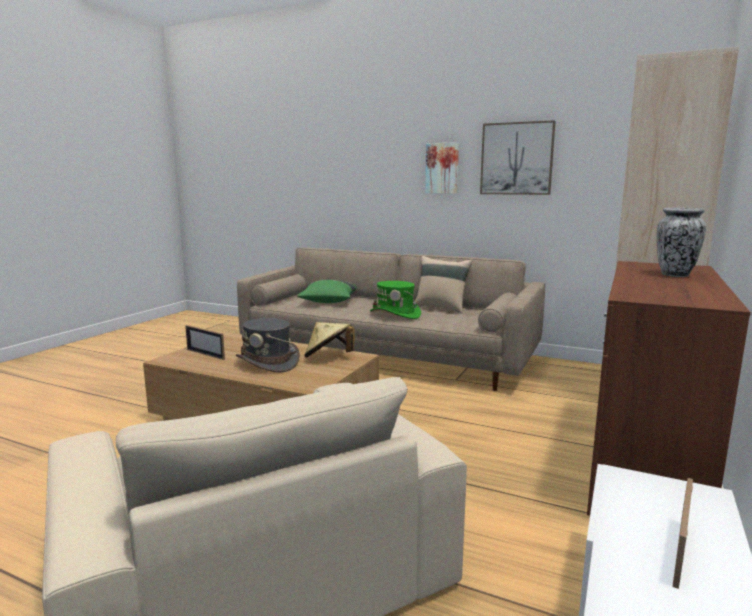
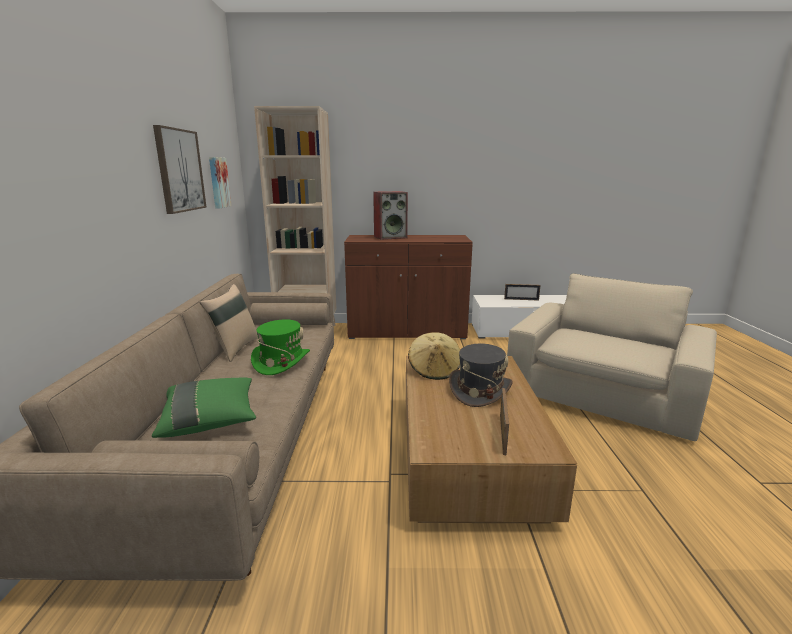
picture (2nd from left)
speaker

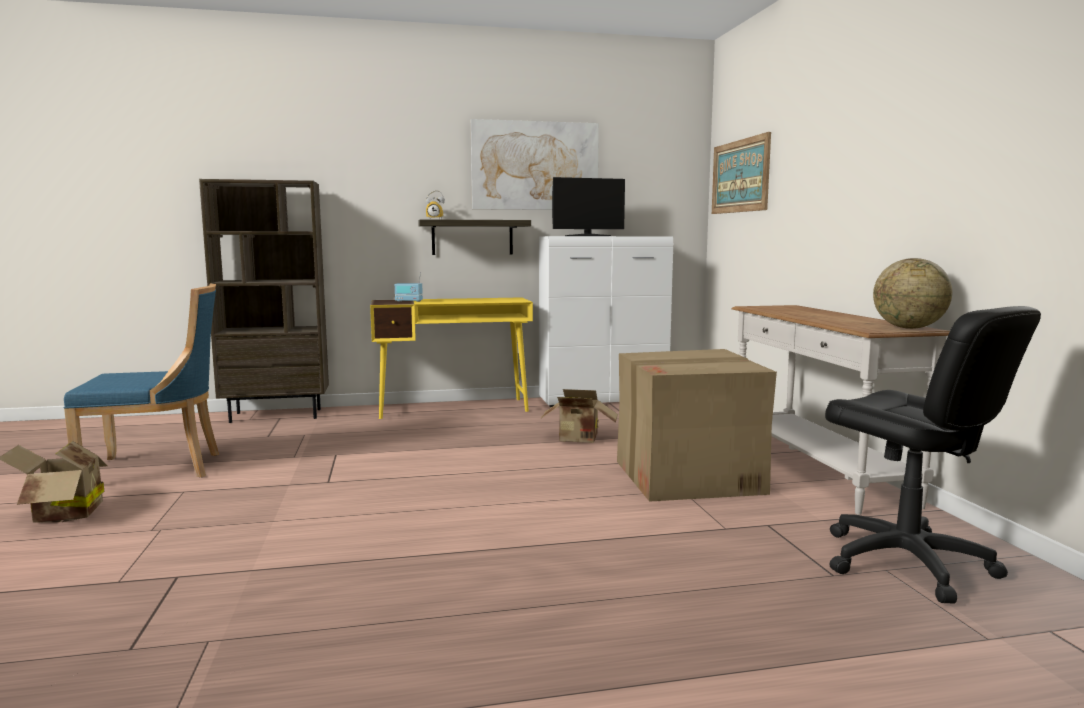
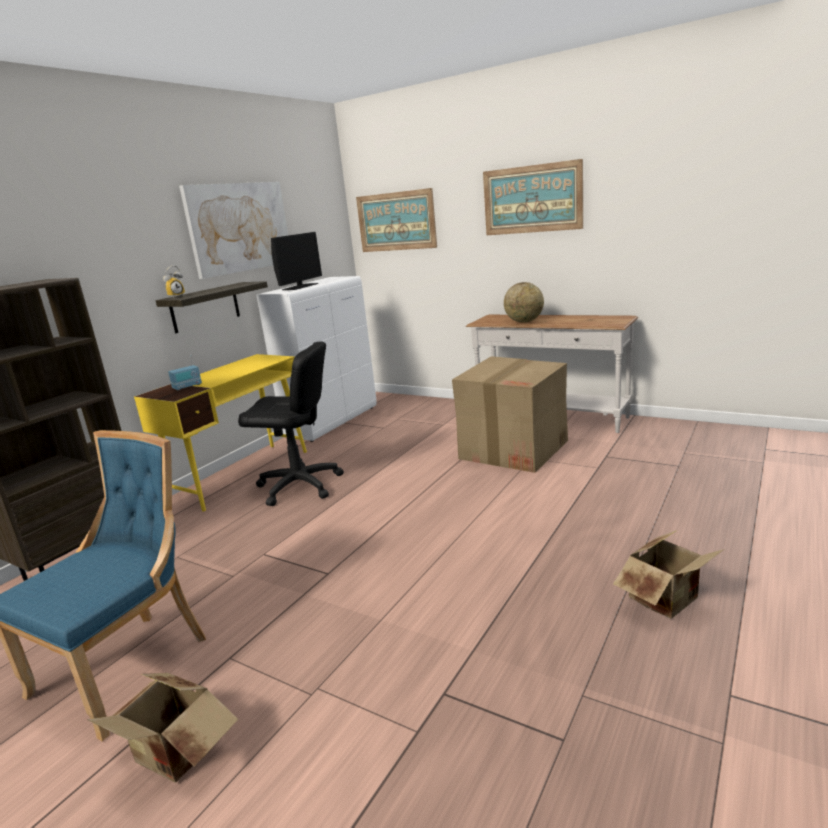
globe
black office chair
cardboard box (3rd from left)
picture (3rd from left)

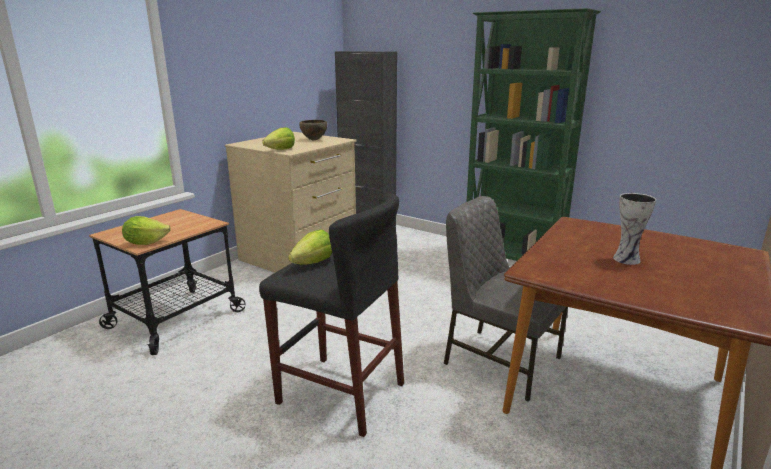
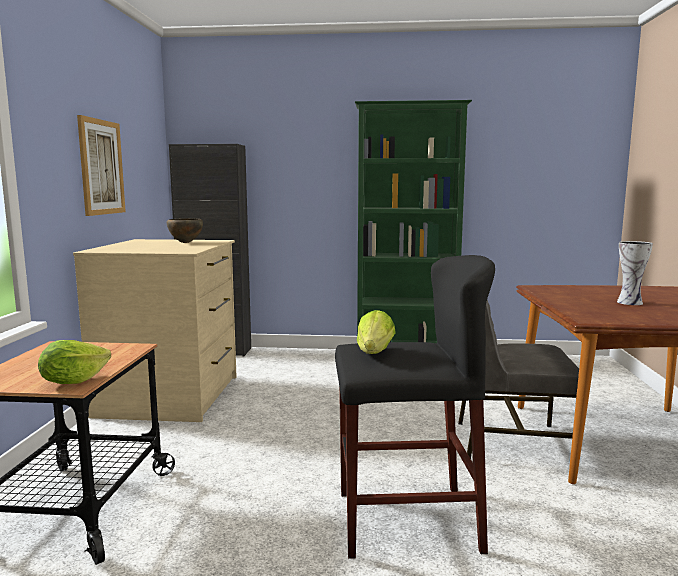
lettuce (2nd from left in the first image)
picture

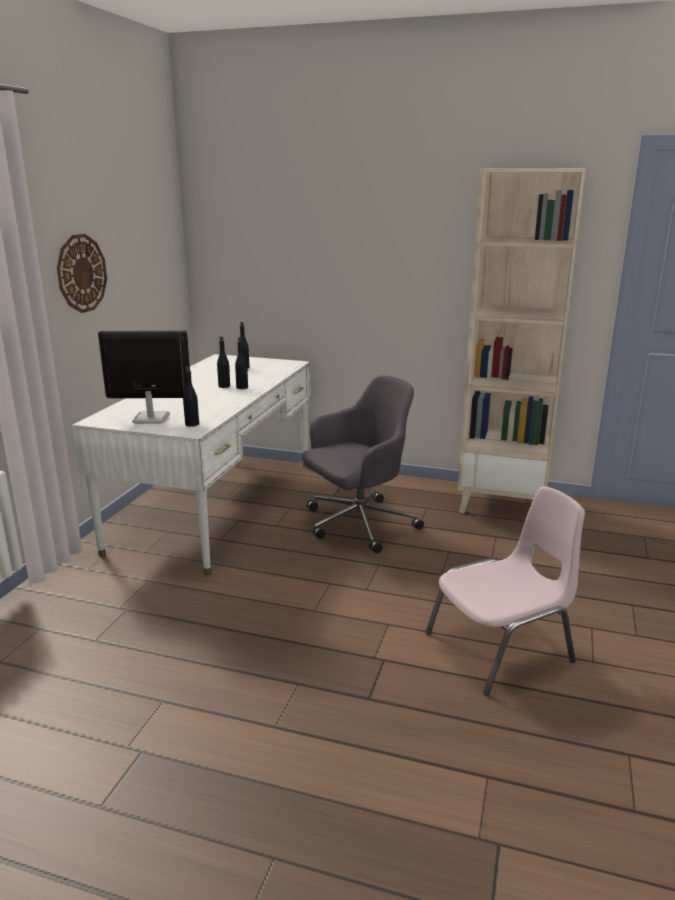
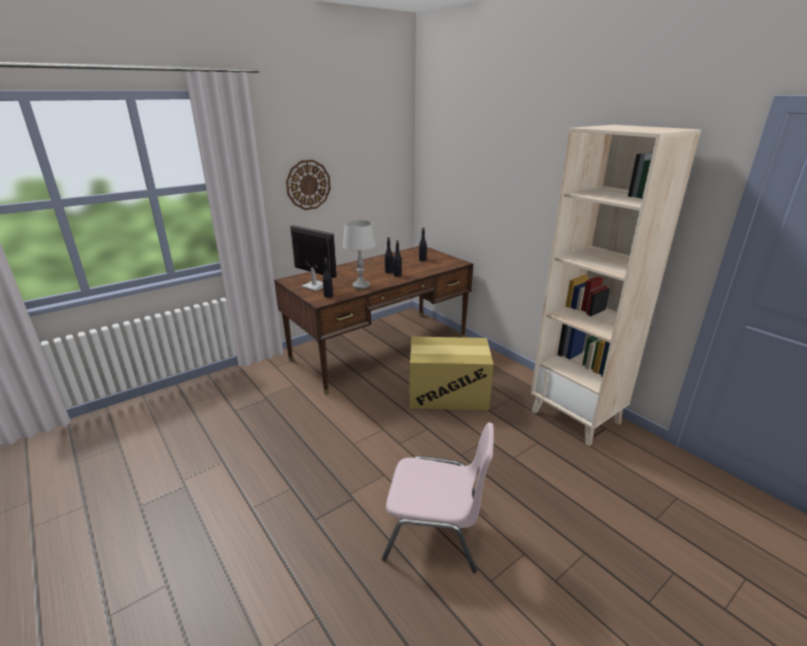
brown desk
cardboard box
grey table lamp

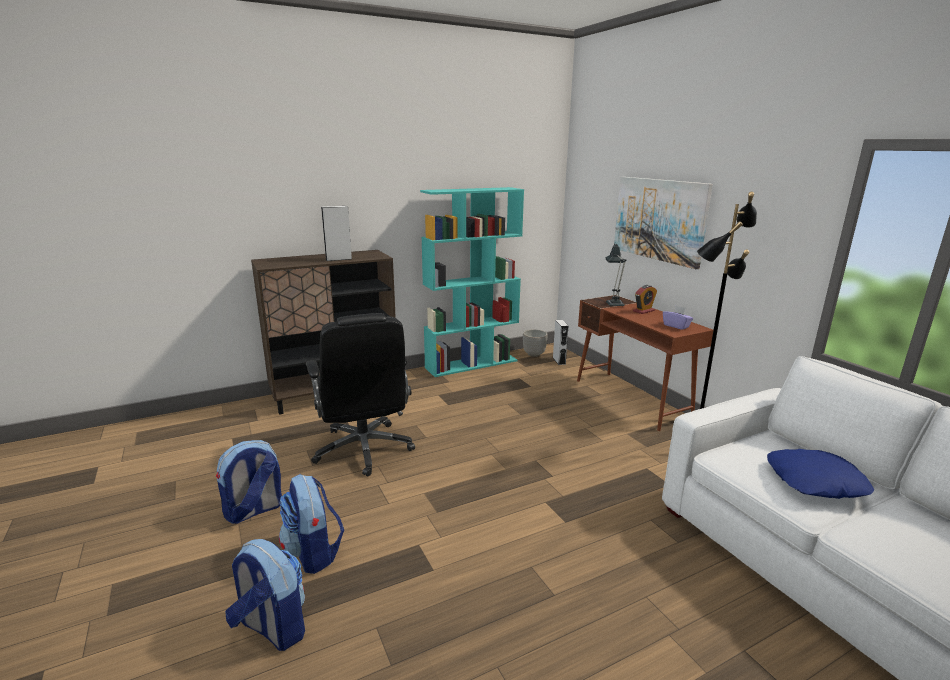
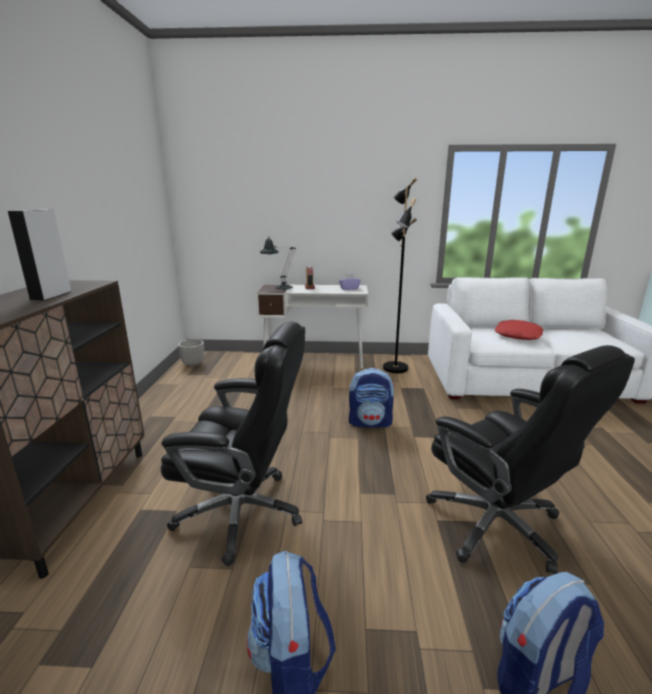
picture
turquoise bookcase
white desk
grey speaker (2nd from left in the first image)
red pillow
backpack (2nd from left)
black office chair (2nd from left)

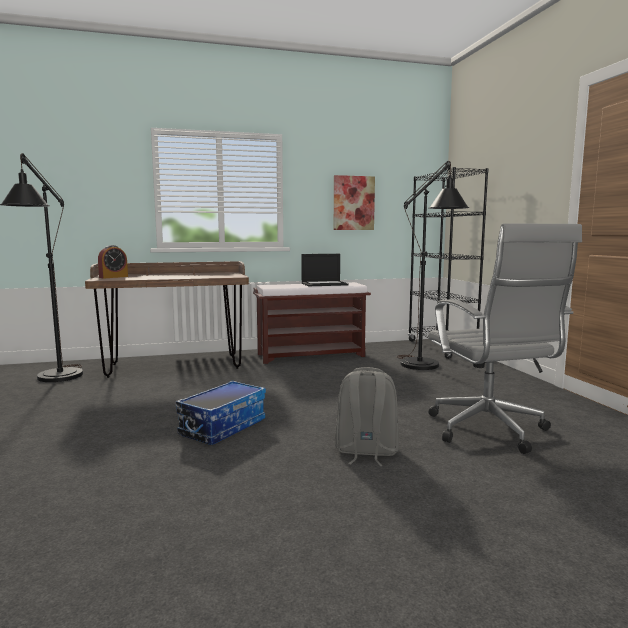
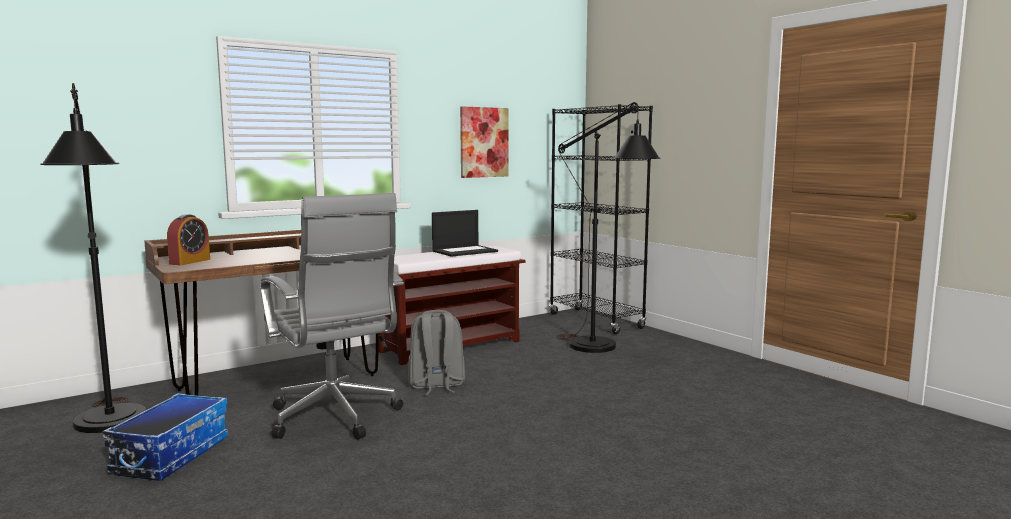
grey office chair
grey backpack
storage box

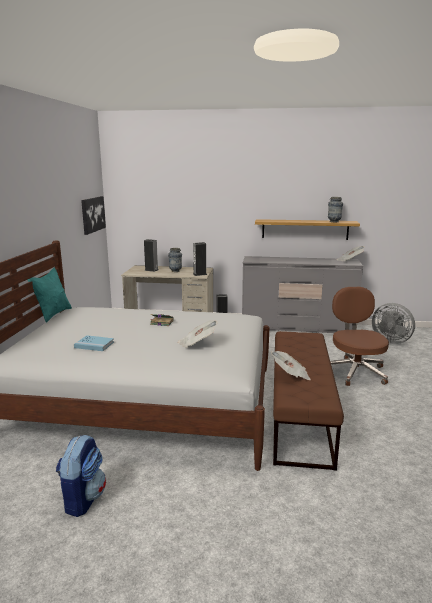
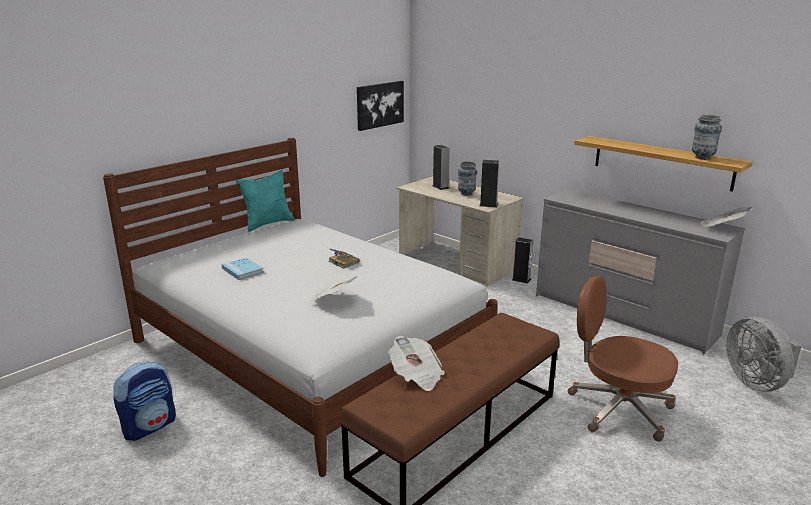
brown office chair

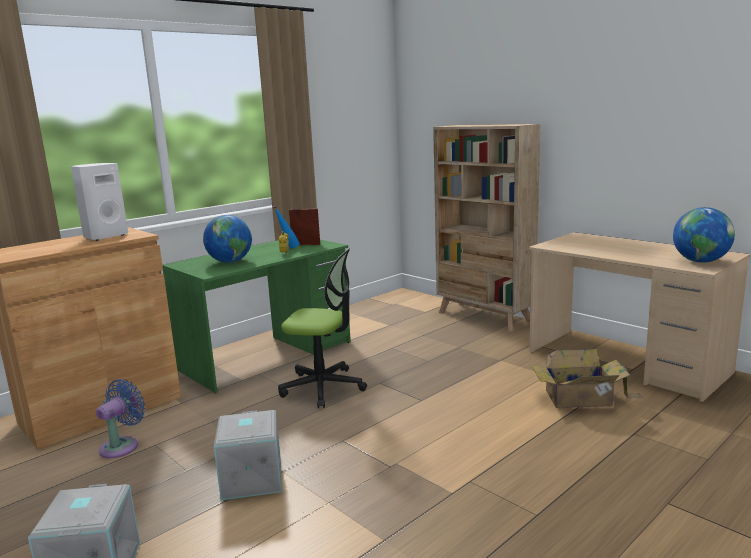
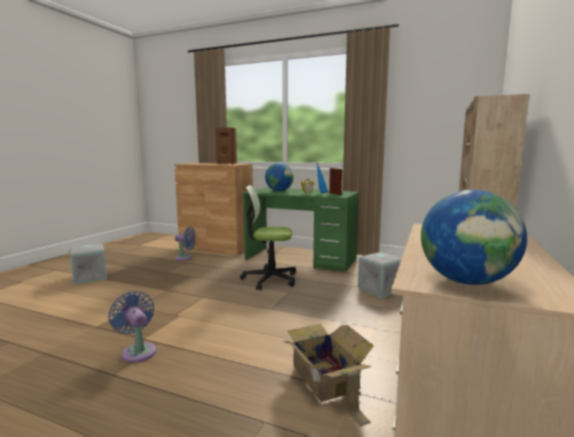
brown speaker
office chair
grey storage box (2nd from left)
blue fan (1st from left)

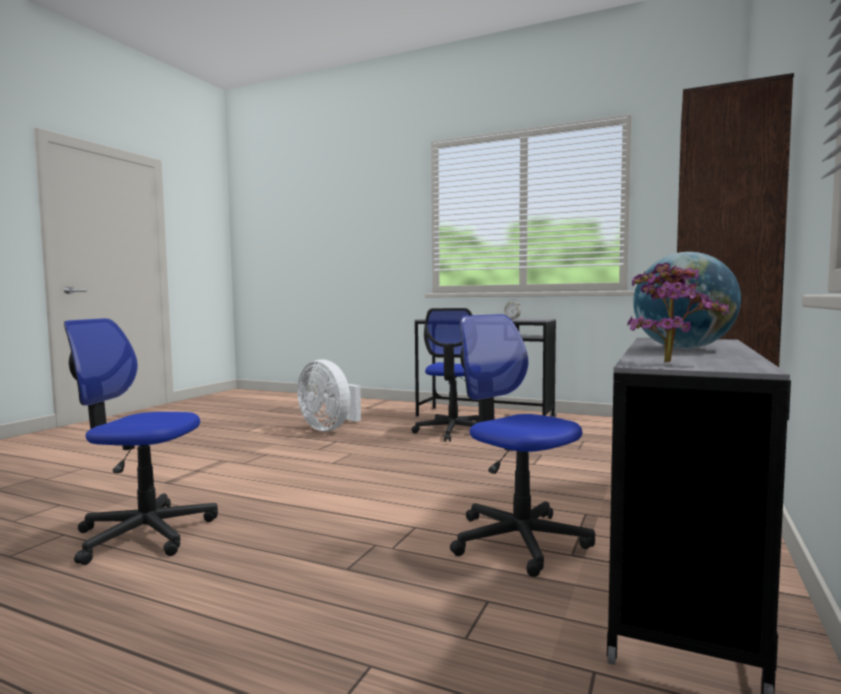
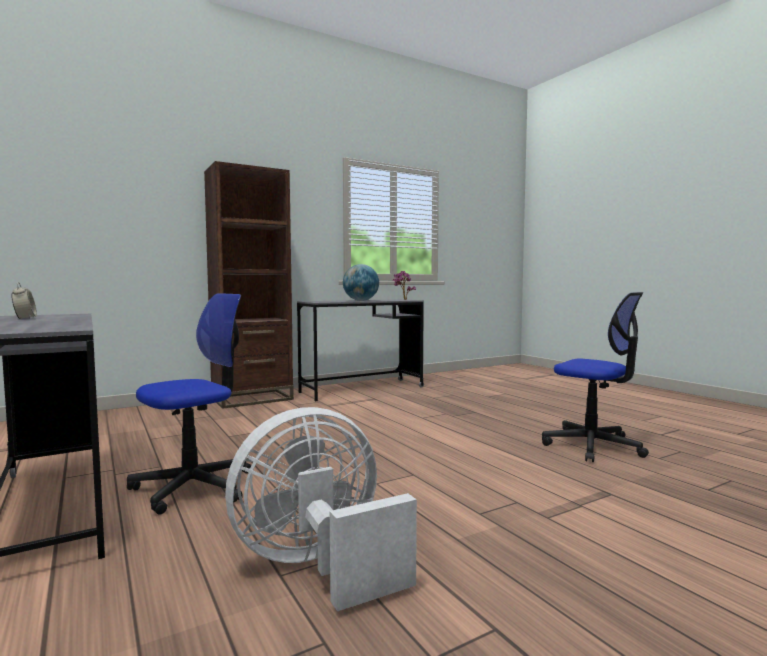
office chair (3rd from left in the first image)
white fan

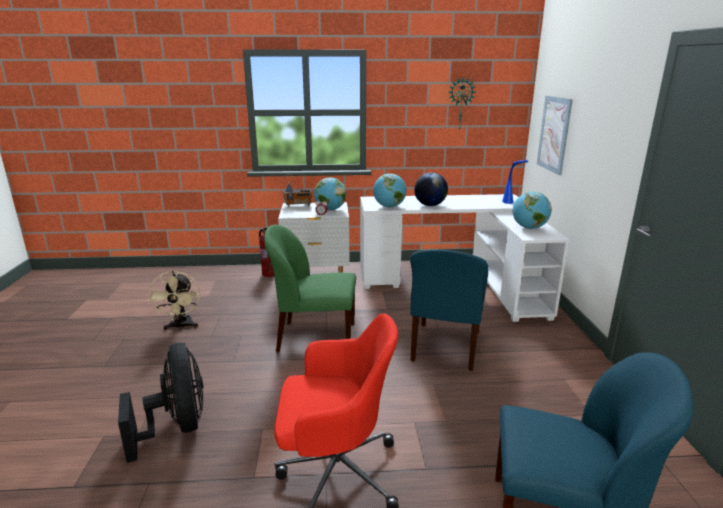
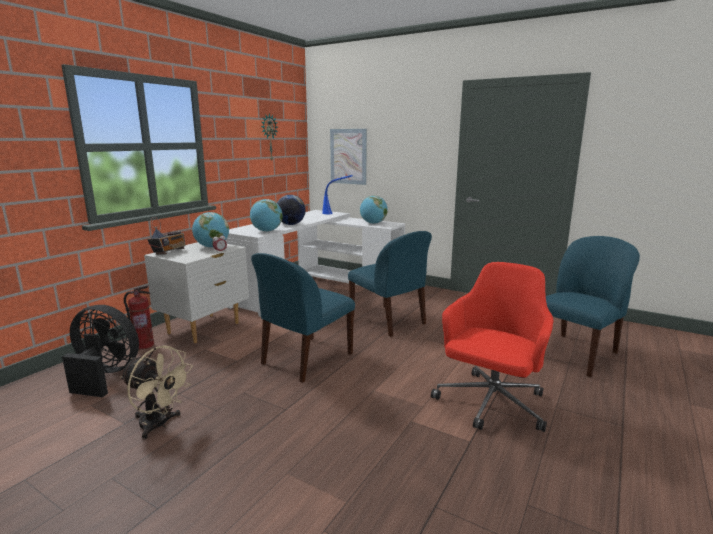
blue chair (1st from left)
black fan

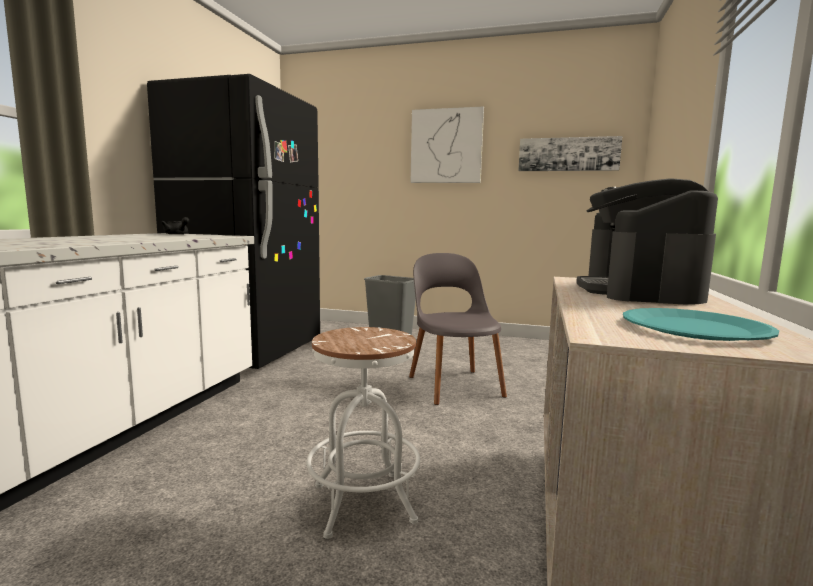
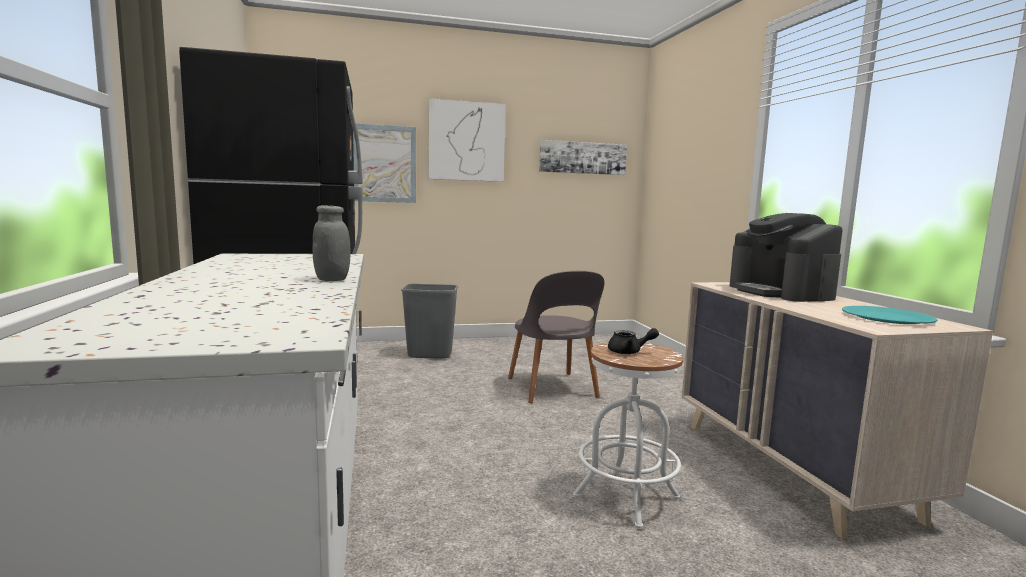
black teapot
grey chair
picture (1st from left)
grey jar

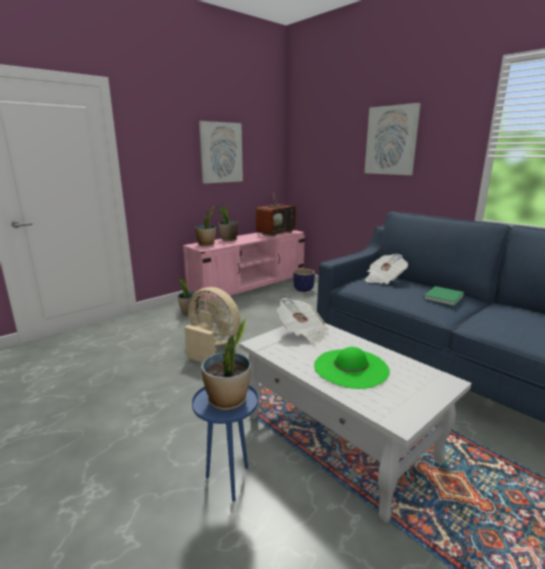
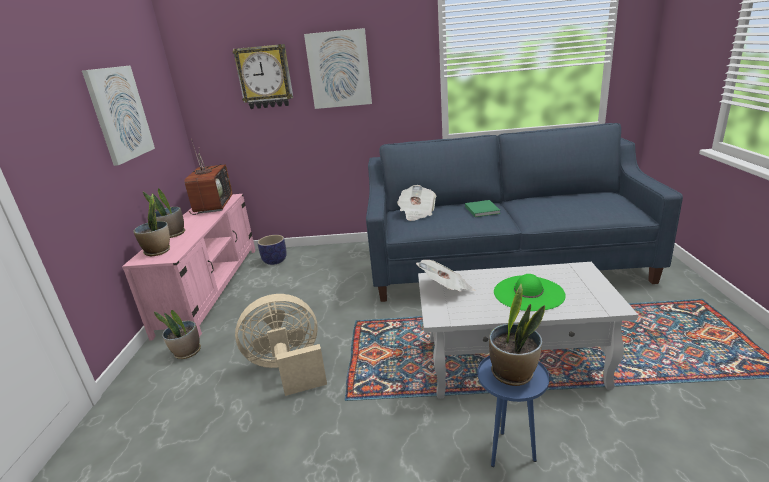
wall clock

